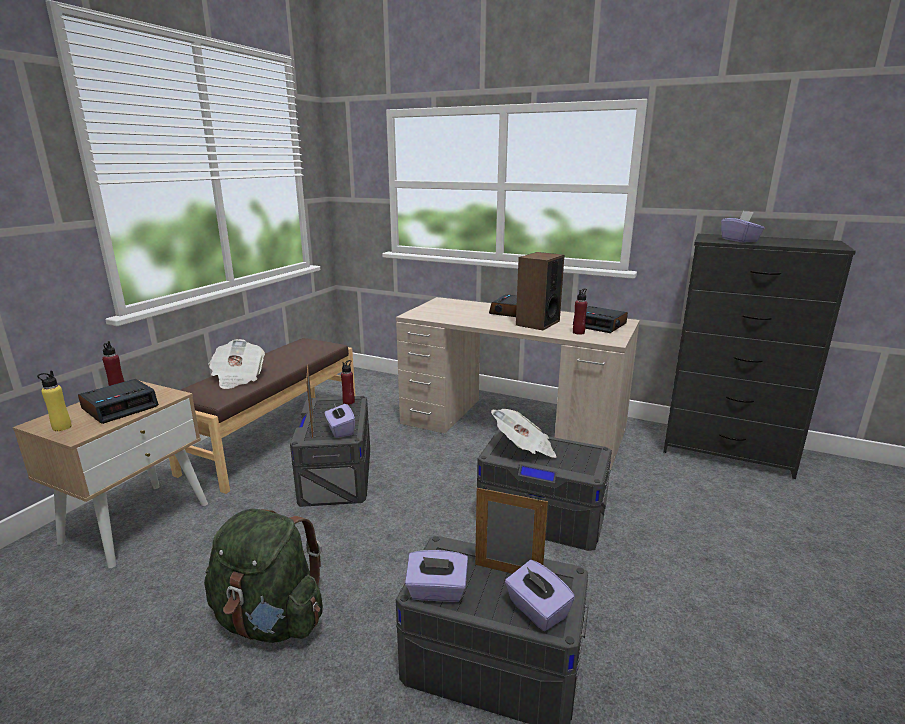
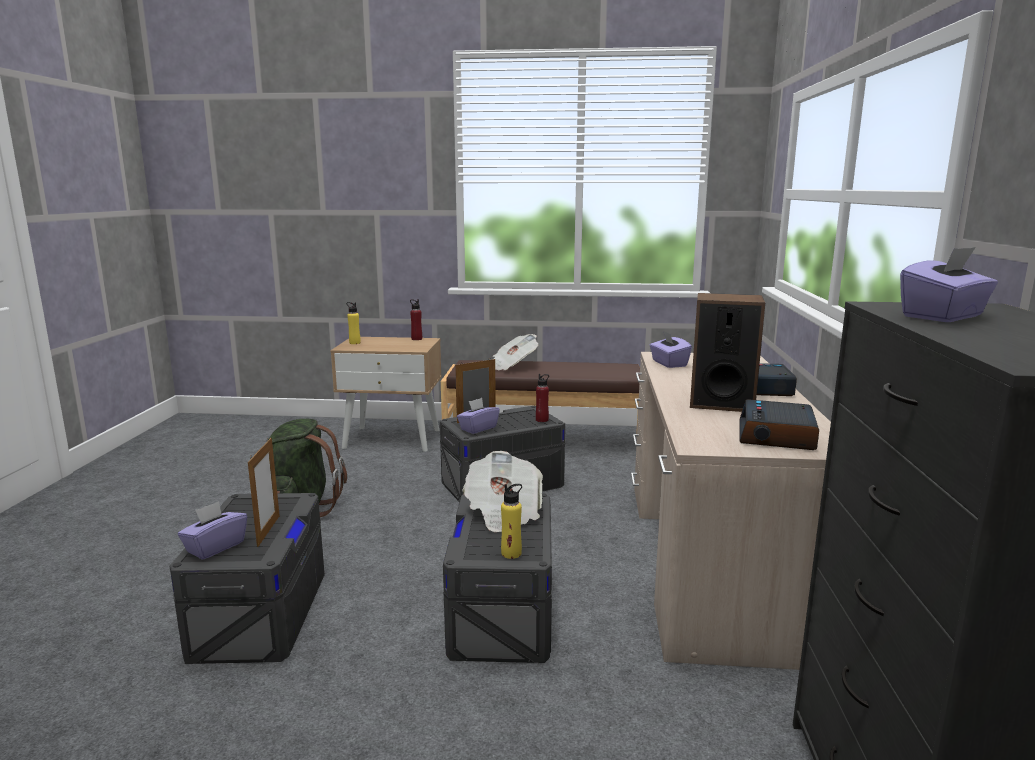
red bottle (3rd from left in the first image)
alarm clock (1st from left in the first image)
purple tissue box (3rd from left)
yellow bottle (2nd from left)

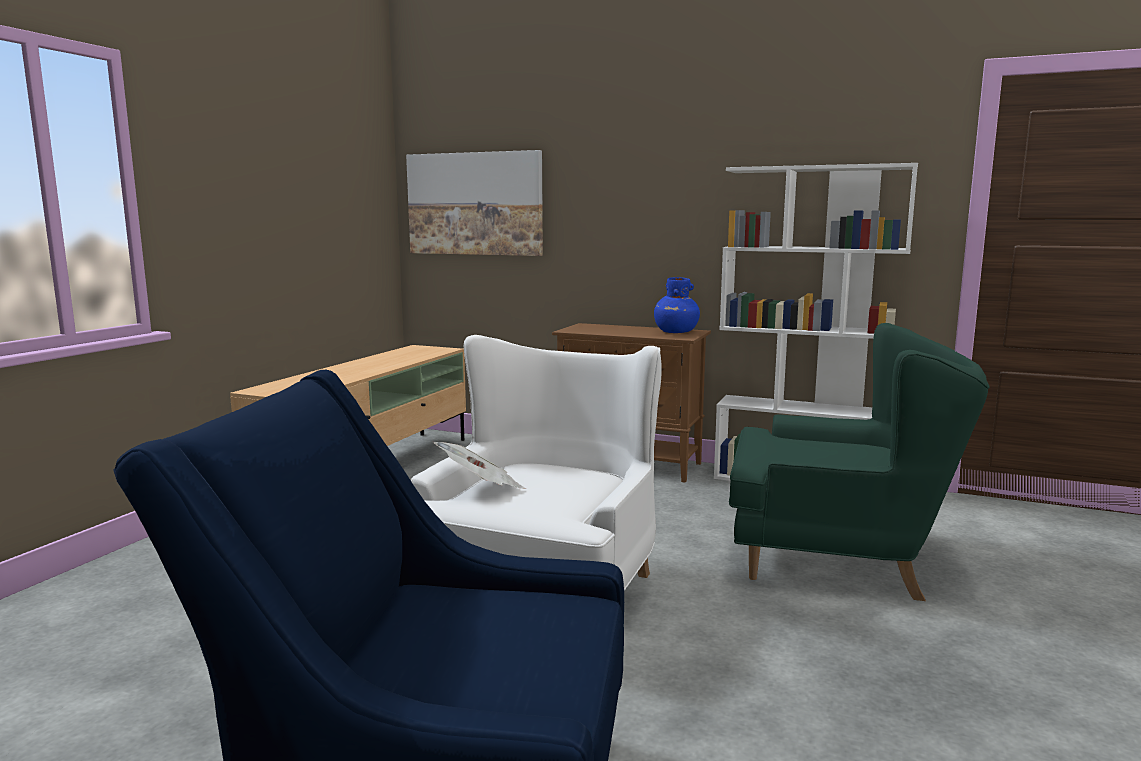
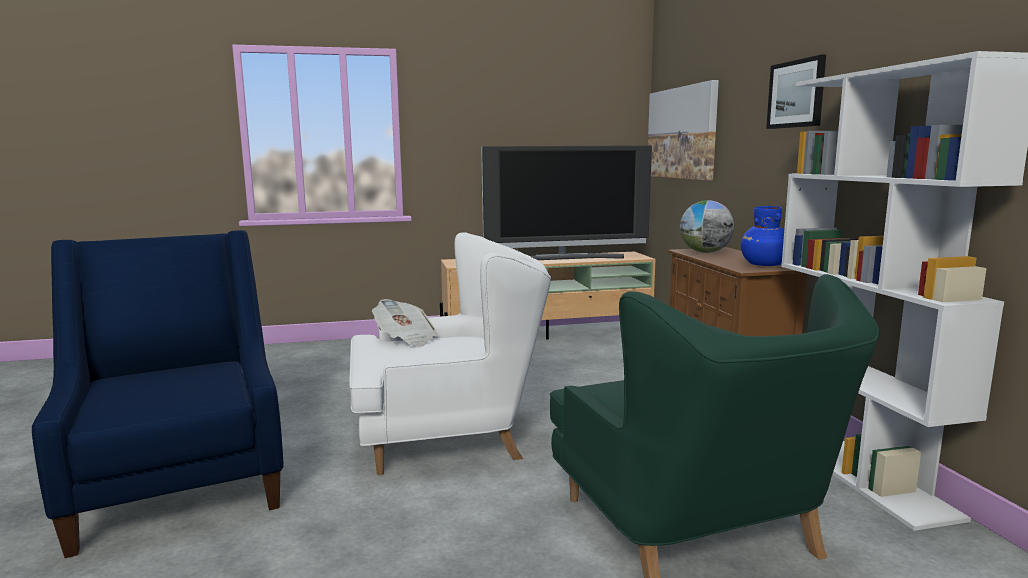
picture (2nd from left)
television
globe

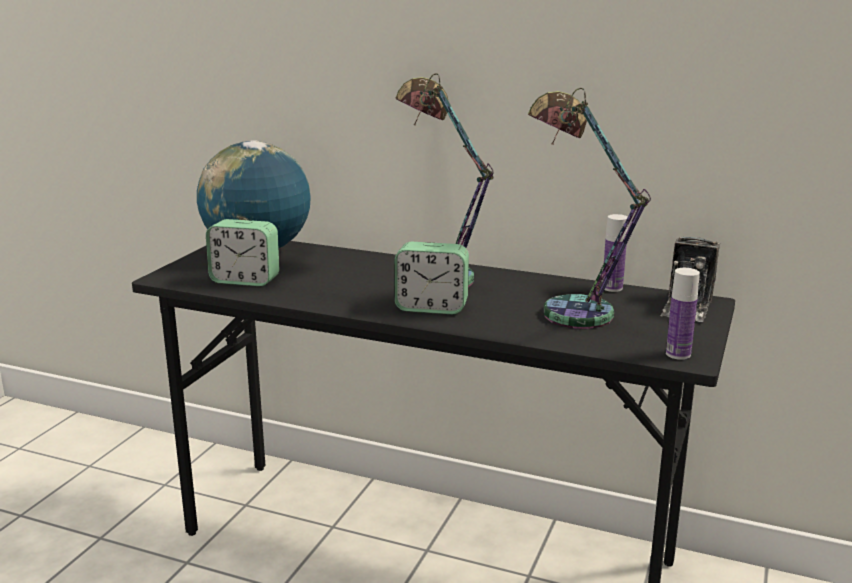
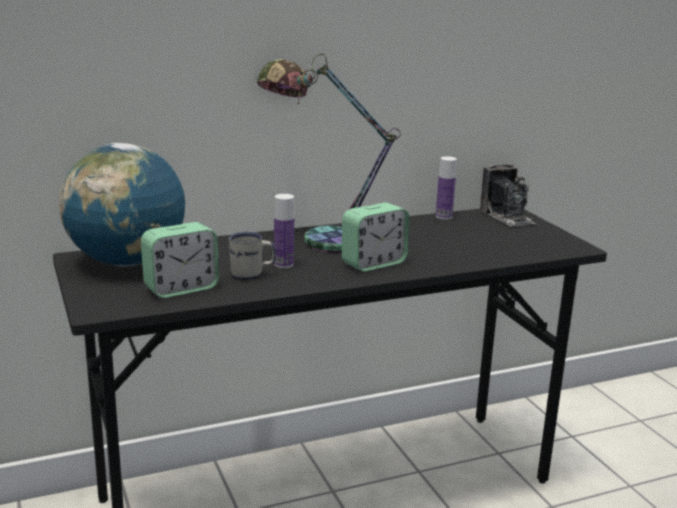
table lamp (2nd from left in the first image)
bottle (1st from left)
white mug

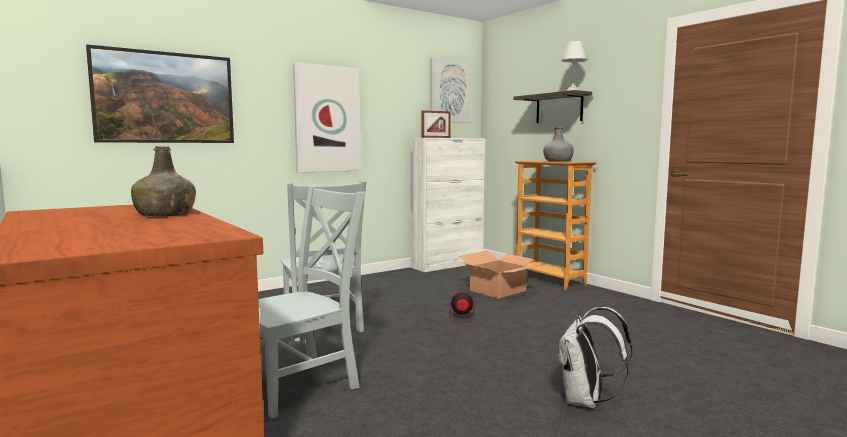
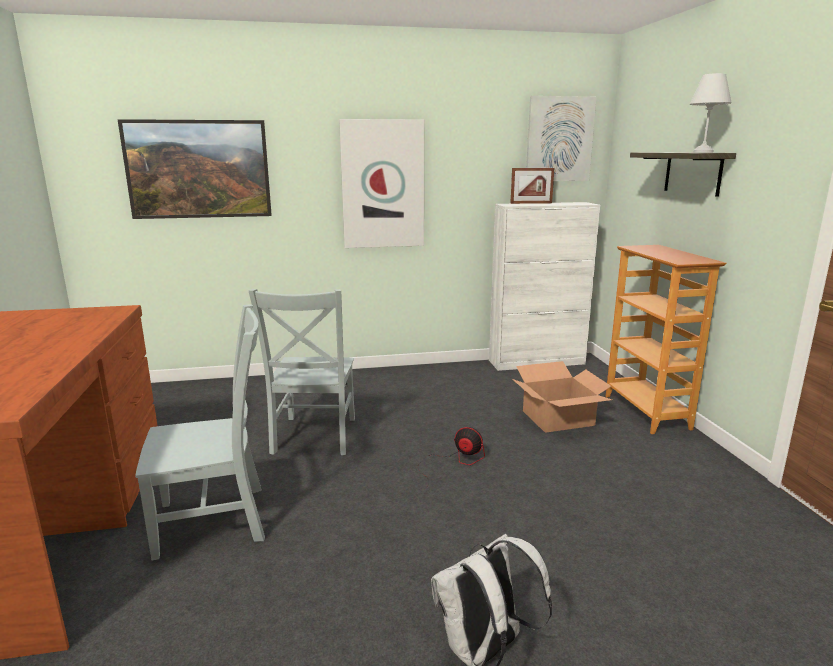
grey bottle
green bottle

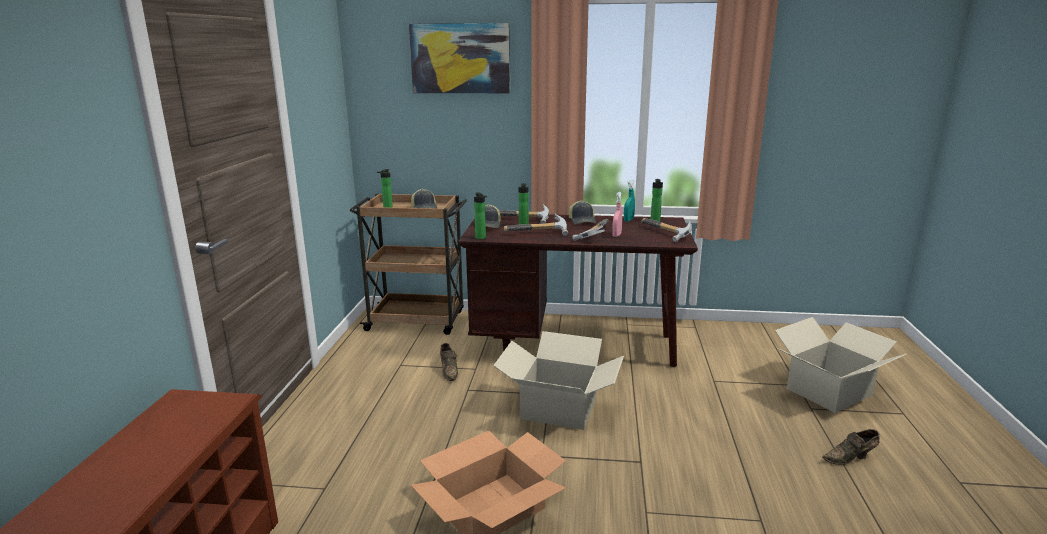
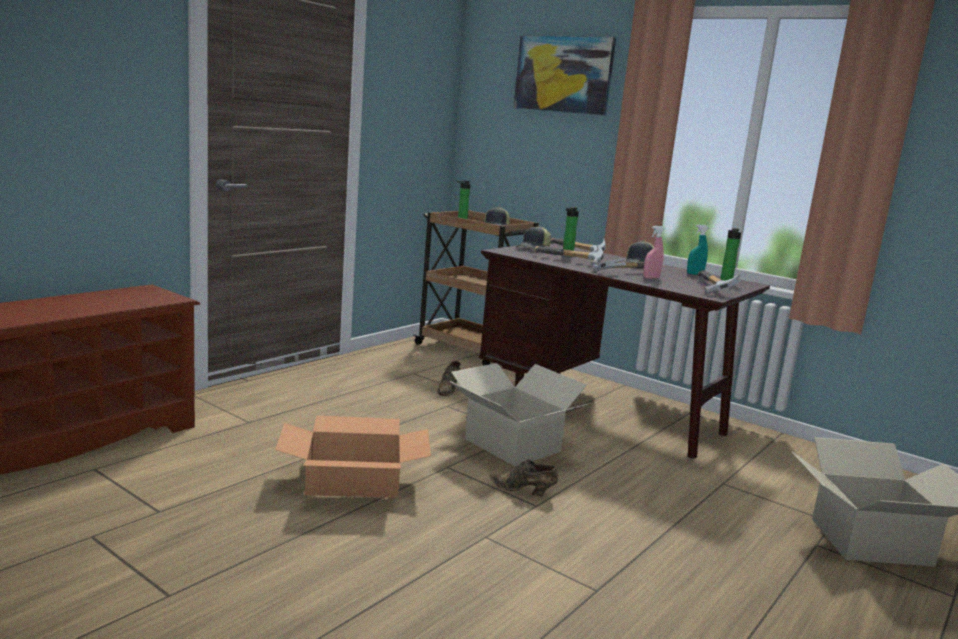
bottle (2nd from left in the first image)
brown shoe (2nd from left)

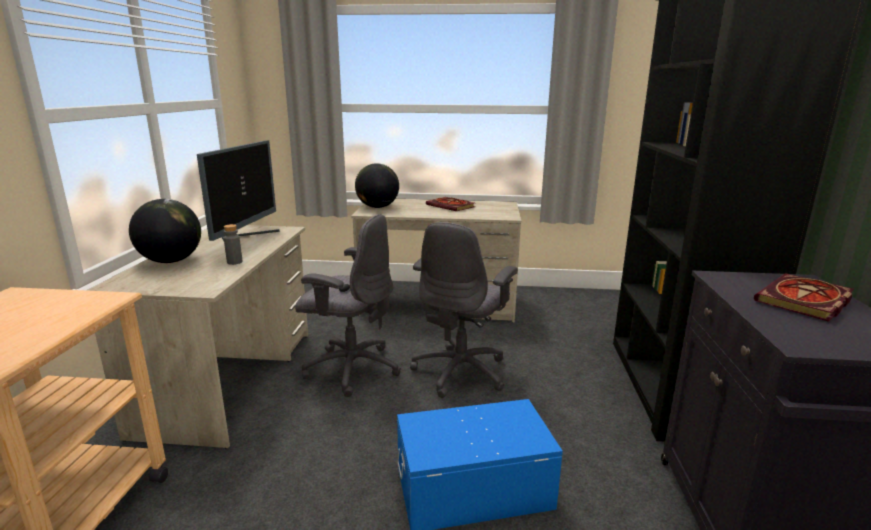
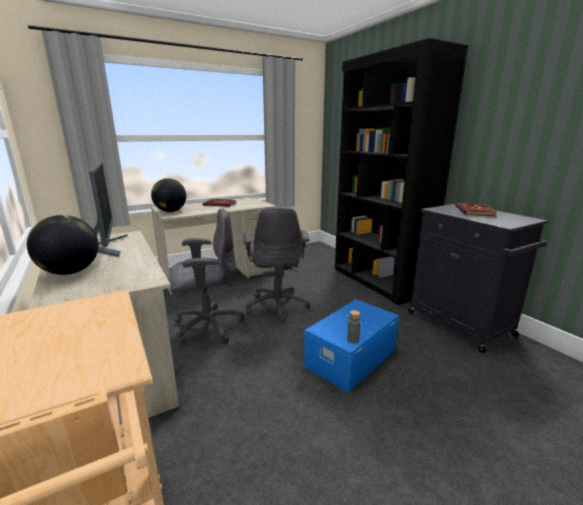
grey bottle

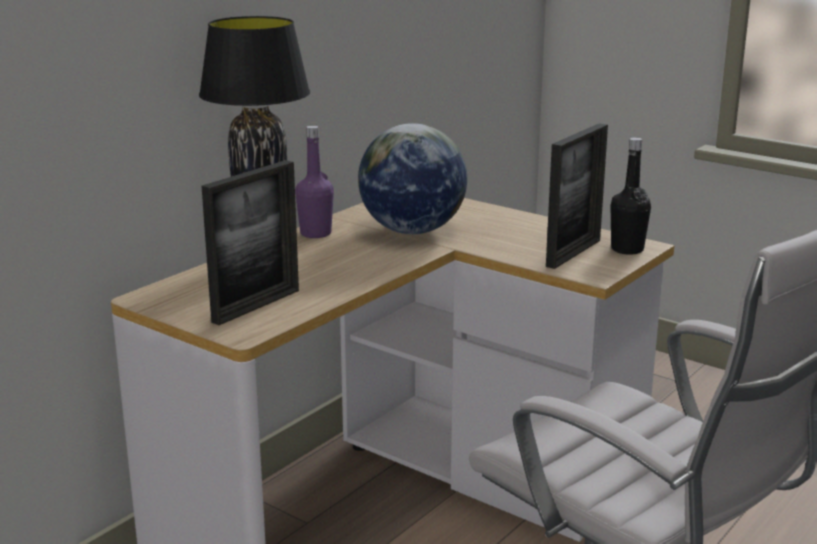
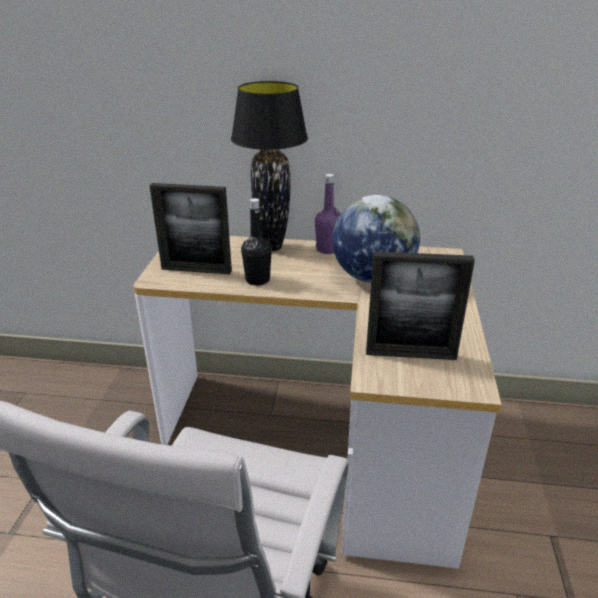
black bottle

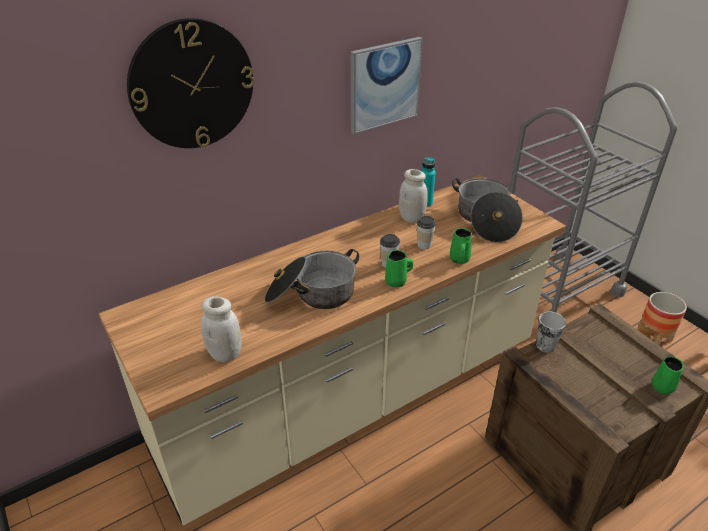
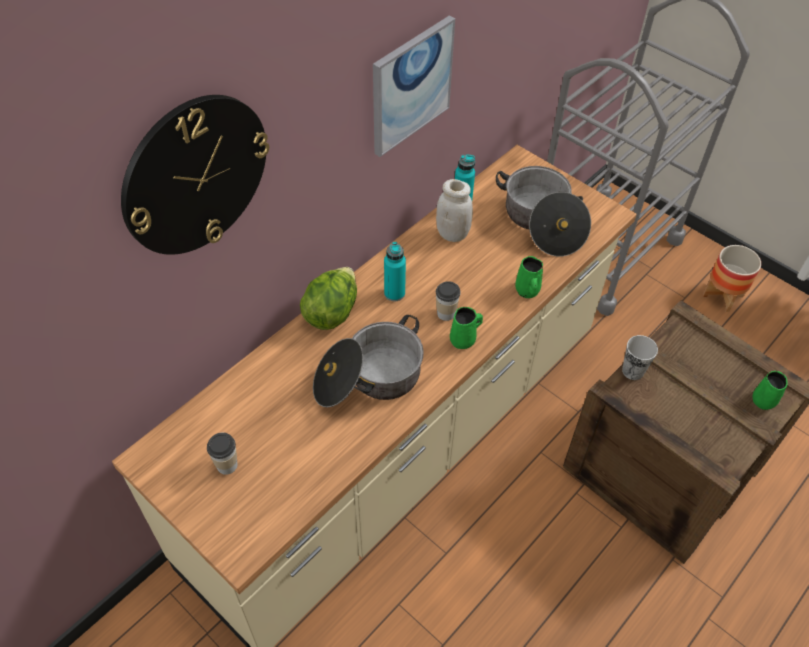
cup (1st from left)
white jar (1st from left in the first image)
turquoise bottle (1st from left)
lettuce

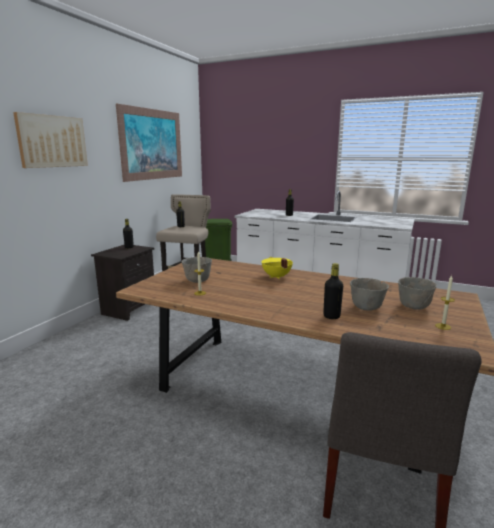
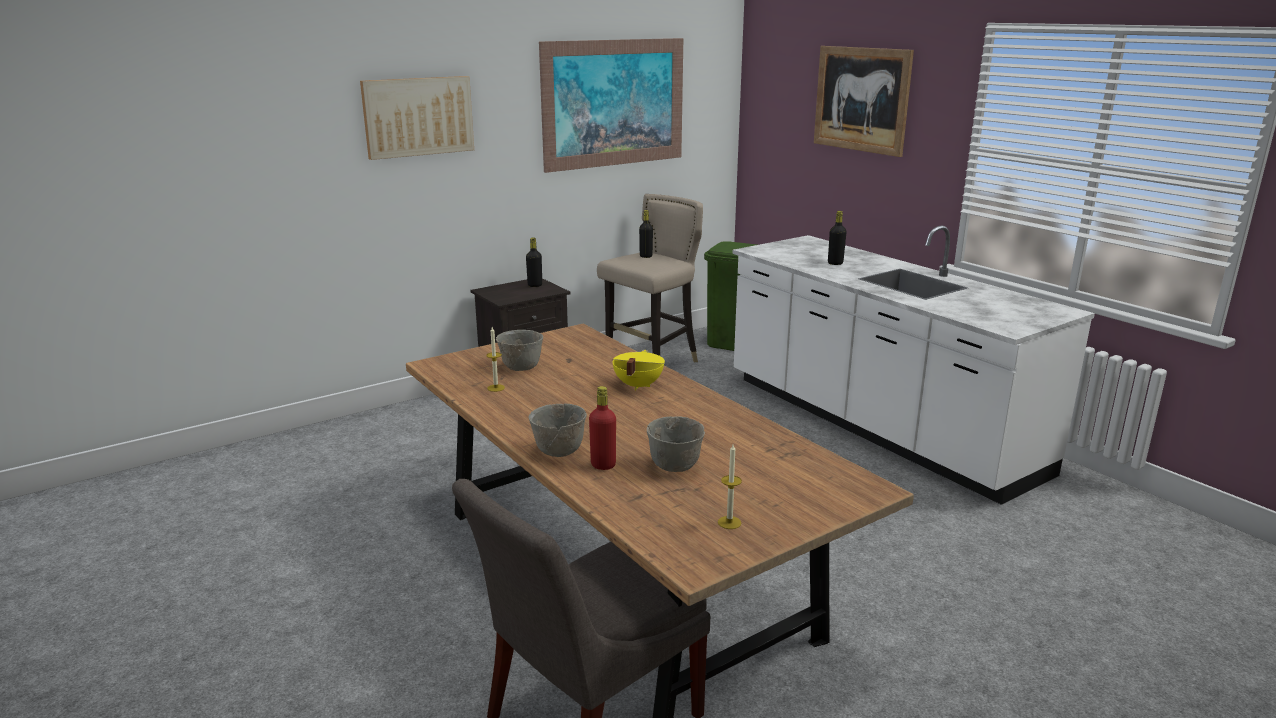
red bottle
grey bowl (2nd from left)
picture (3rd from left)

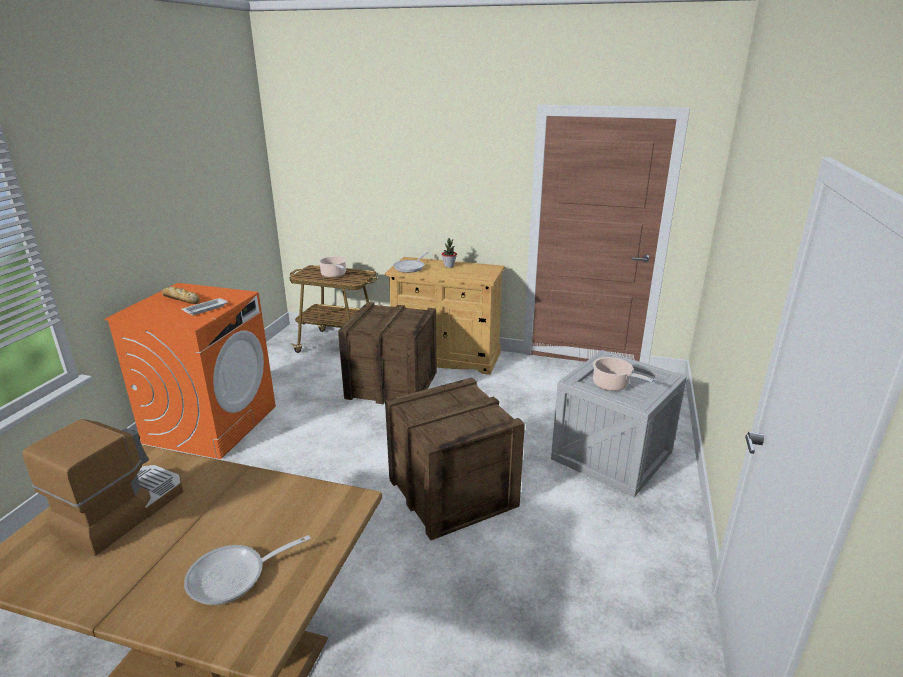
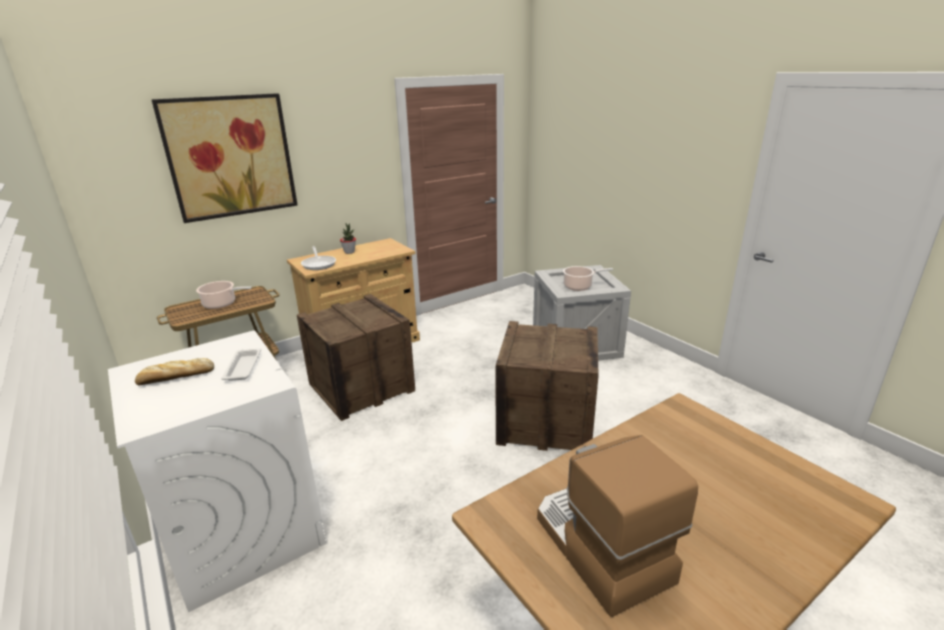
white washing machine
frying pan (1st from left in the first image)
picture

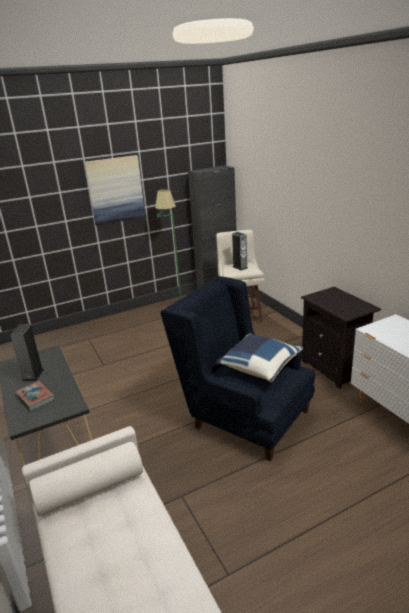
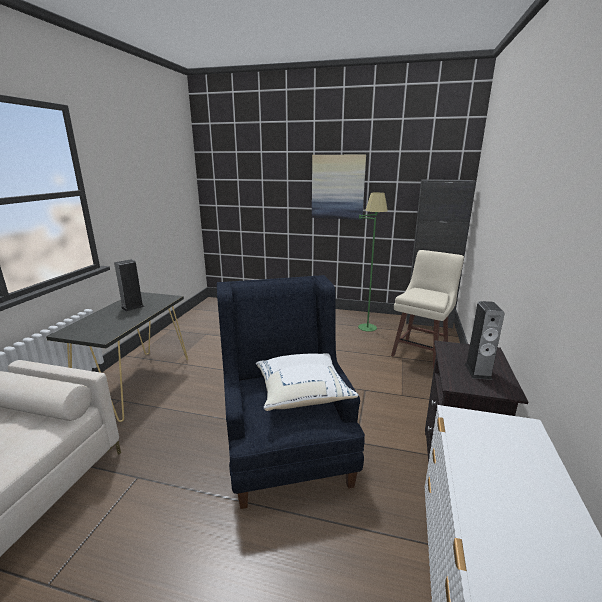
speaker (2nd from left)
white pillow
book

